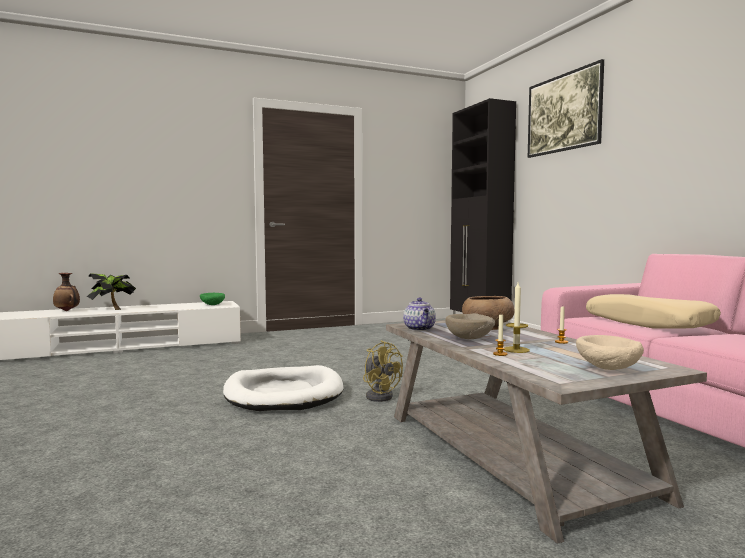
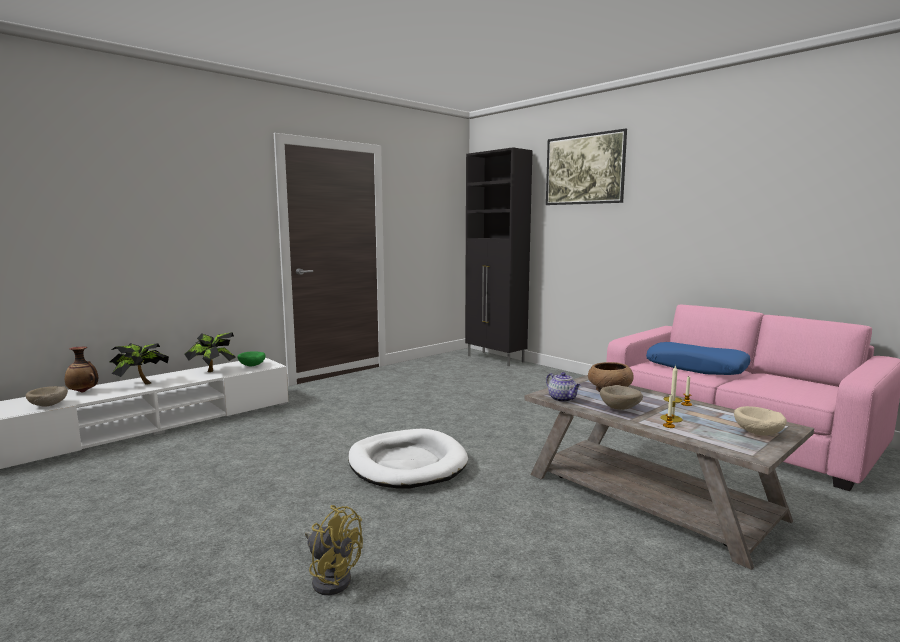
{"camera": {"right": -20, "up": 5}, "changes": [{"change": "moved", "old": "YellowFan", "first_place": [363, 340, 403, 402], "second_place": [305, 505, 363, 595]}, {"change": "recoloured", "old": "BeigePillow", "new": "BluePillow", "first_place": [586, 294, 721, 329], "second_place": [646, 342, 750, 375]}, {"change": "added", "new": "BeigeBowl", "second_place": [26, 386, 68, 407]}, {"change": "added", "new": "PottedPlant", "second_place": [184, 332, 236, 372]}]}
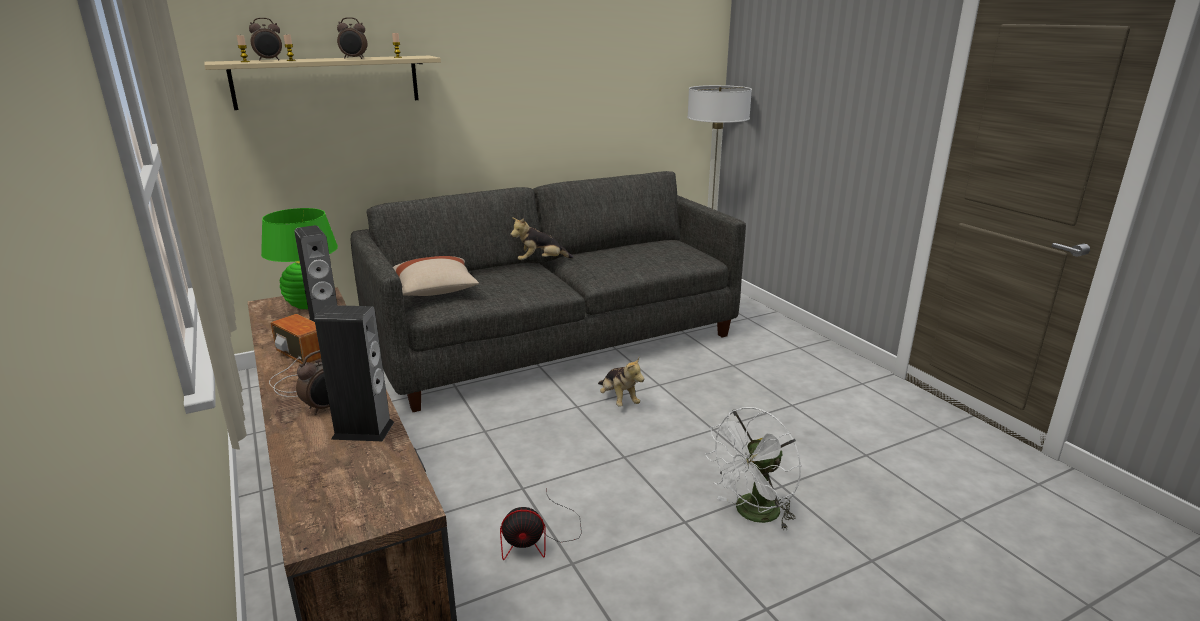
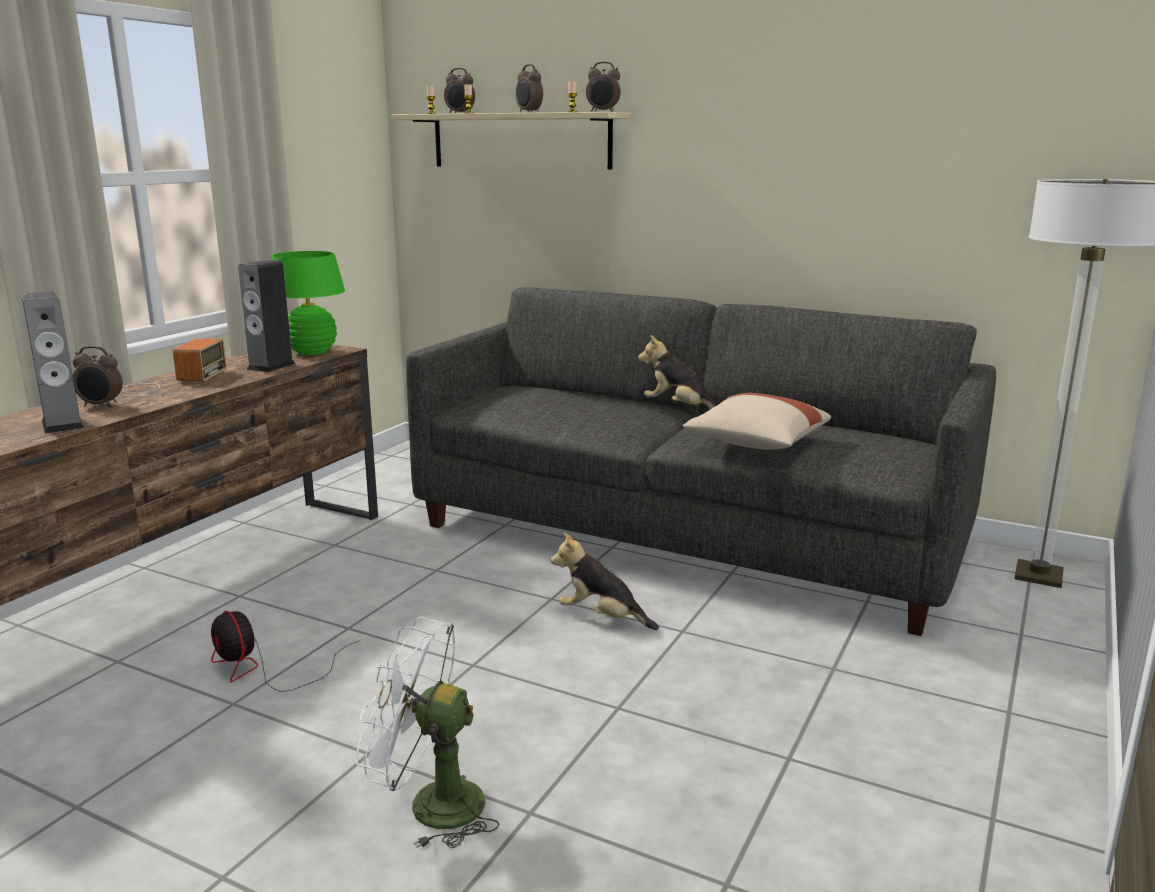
{"camera": {"right": 55, "up": -5}, "changes": [{"change": "moved", "old": "BeigePillow", "first_place": [393, 256, 479, 296], "second_place": [683, 393, 831, 450]}, {"change": "turned", "old": "PlushToy", "first_place": [598, 358, 644, 407], "second_place": [551, 532, 659, 630], "degrees": 90}, {"change": "added", "new": "AlarmClock", "second_place": [586, 62, 621, 112]}]}
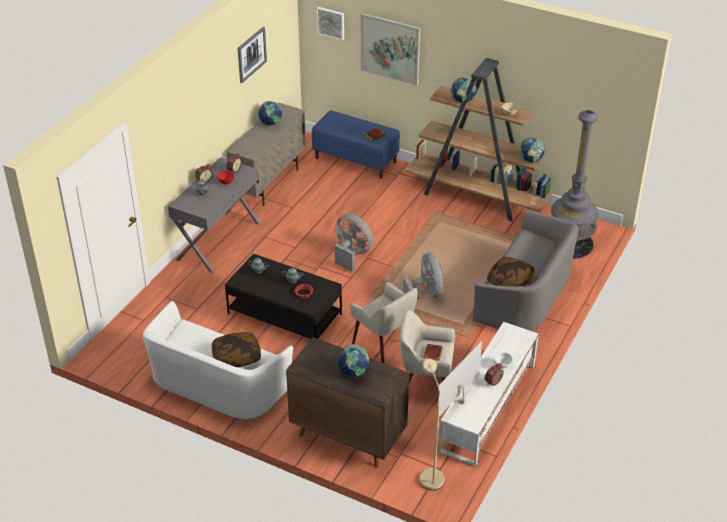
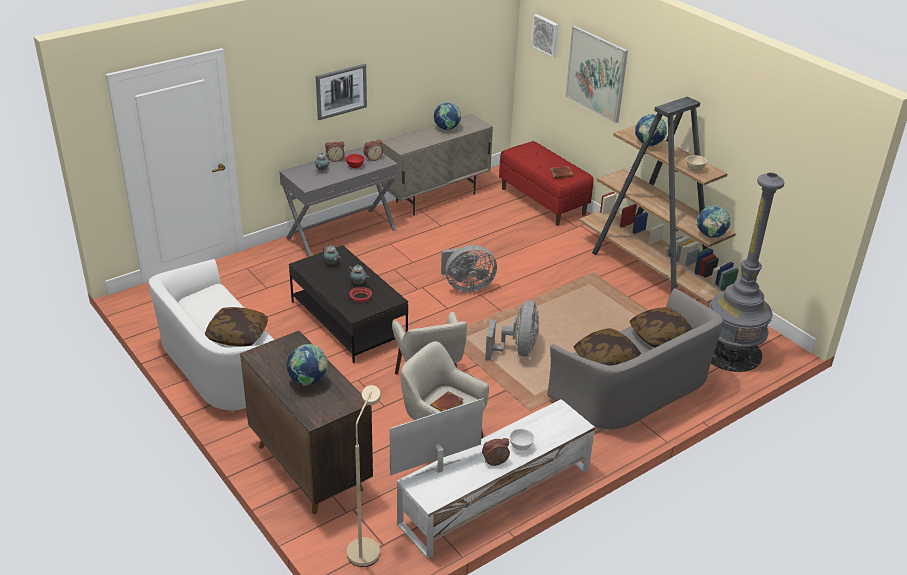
{"camera": {"right": 25, "up": -5}, "changes": [{"change": "moved", "old": "Picture", "first_place": [238, 27, 267, 83], "second_place": [316, 64, 367, 120]}, {"change": "recoloured", "old": "BlueBench", "new": "RedBench", "first_place": [312, 111, 400, 179], "second_place": [499, 141, 594, 226]}, {"change": "turned", "old": "GreyFan", "first_place": [335, 214, 373, 272], "second_place": [441, 245, 497, 292], "degrees": 105}, {"change": "added", "new": "Pillow", "second_place": [630, 307, 692, 348]}]}
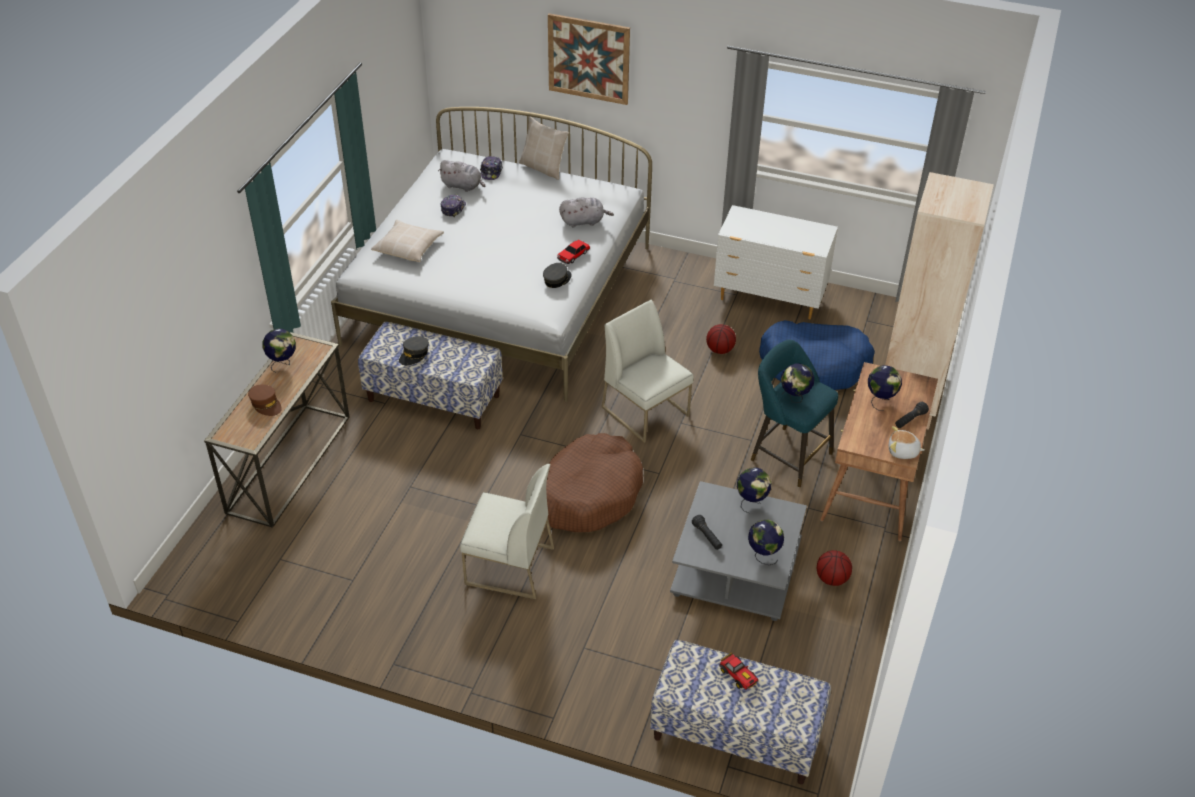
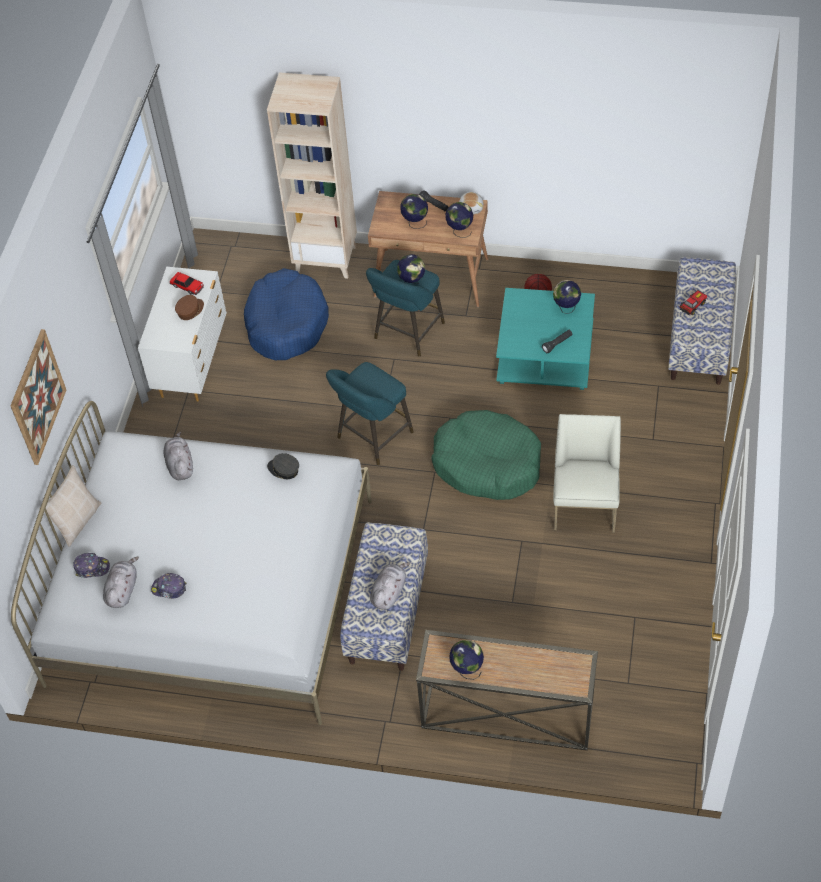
{"camera": {"right": -95, "up": 10}, "changes": [{"change": "moved", "old": "BrownCap", "first_place": [248, 384, 282, 416], "second_place": [175, 295, 204, 320]}, {"change": "removed", "old": "BeigePillow", "first_place": [371, 220, 444, 262]}, {"change": "replaced", "old": "GreyCap", "new": "GreyPlushToy", "first_place": [399, 336, 429, 365], "second_place": [370, 562, 410, 610]}, {"change": "recoloured", "old": "BrownDogBed", "new": "GreenDogBed", "first_place": [546, 433, 643, 532], "second_place": [431, 410, 541, 500]}, {"change": "moved", "old": "ToyCar", "first_place": [557, 240, 590, 264], "second_place": [170, 272, 204, 295]}, {"change": "replaced", "old": "WhiteChair", "new": "TurquoiseStool", "first_place": [602, 300, 694, 443], "second_place": [326, 362, 414, 465]}, {"change": "recoloured", "old": "GreyCoffeeTable", "new": "TurquoiseCoffeeTable", "first_place": [670, 481, 807, 621], "second_place": [496, 288, 595, 390]}, {"change": "removed", "old": "Basketball", "first_place": [706, 324, 736, 354]}, {"change": "moved", "old": "Globe", "first_place": [737, 467, 771, 513], "second_place": [445, 202, 473, 237]}]}
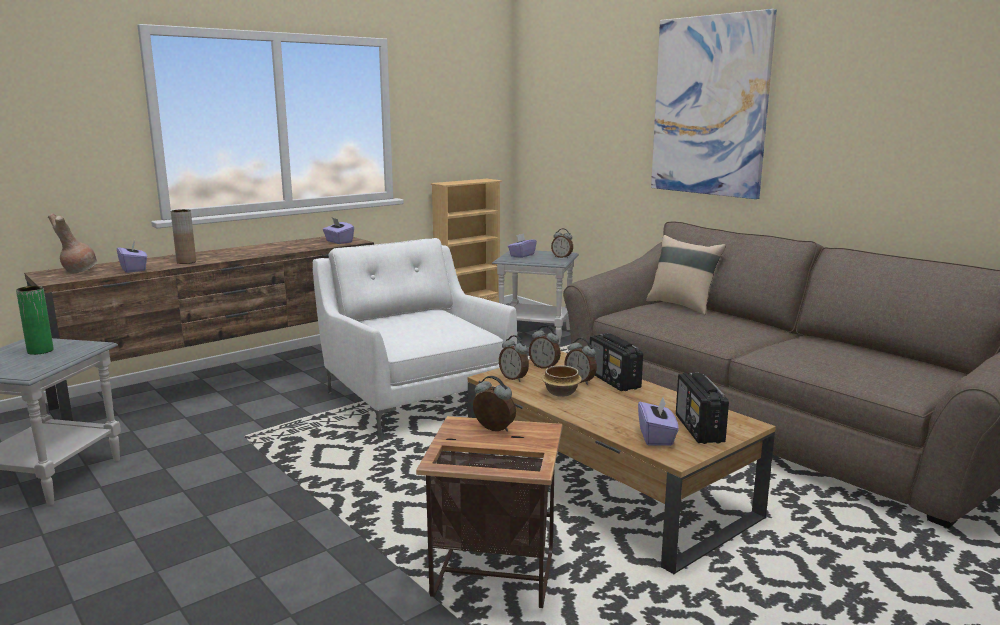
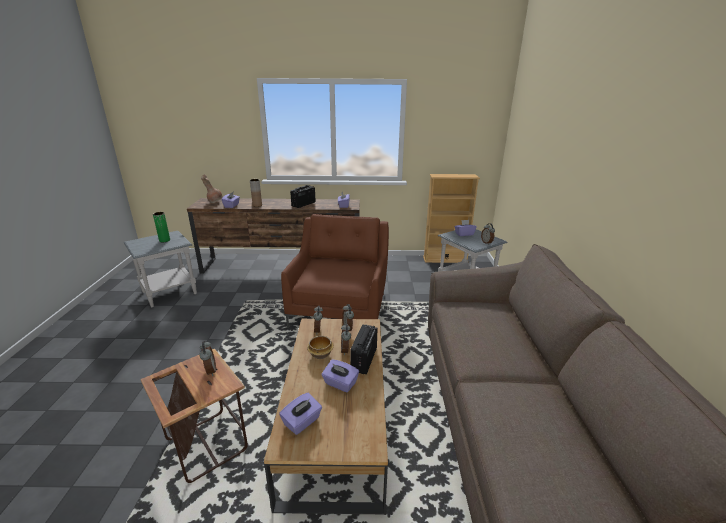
{"camera": {"right": 40, "up": 10}, "changes": [{"change": "recoloured", "old": "WhiteArmchair", "new": "BrownArmchair", "first_place": [313, 238, 517, 439], "second_place": [281, 214, 389, 328]}, {"change": "removed", "old": "BeigePillow", "first_place": [646, 235, 726, 315]}, {"change": "removed", "old": "Picture", "first_place": [651, 9, 777, 199]}, {"change": "moved", "old": "Radio", "first_place": [676, 372, 729, 444], "second_place": [290, 185, 316, 208]}, {"change": "added", "new": "PurpleTissueBox", "second_place": [322, 360, 359, 392]}]}
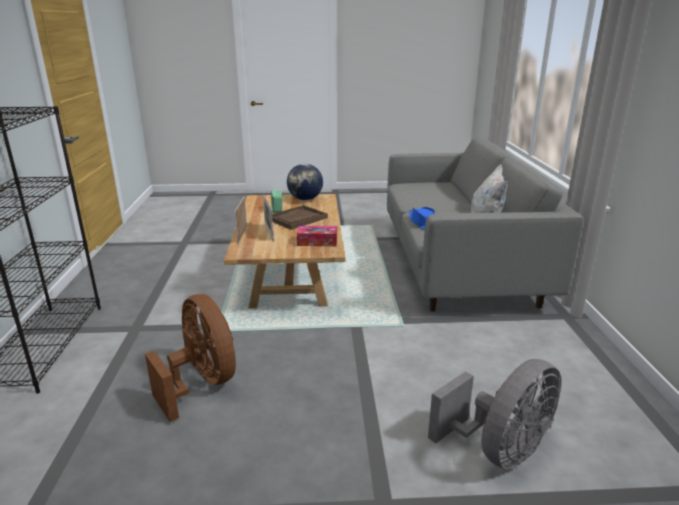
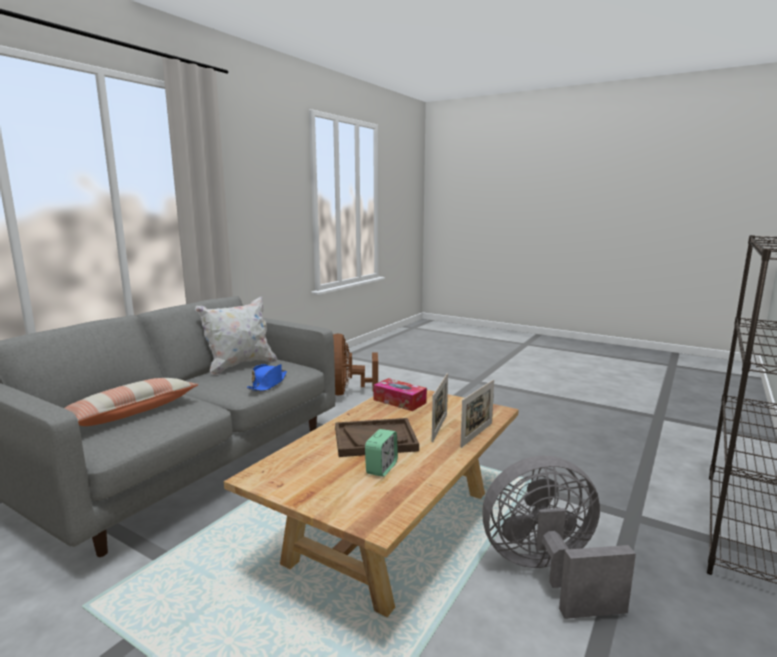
{"camera": {"right": -145, "up": -10}, "changes": [{"change": "moved", "old": "BrownFan", "first_place": [145, 294, 236, 422], "second_place": [333, 334, 378, 395]}, {"change": "removed", "old": "Globe", "first_place": [287, 164, 323, 200]}, {"change": "moved", "old": "GreyFan", "first_place": [428, 359, 561, 469], "second_place": [482, 456, 636, 619]}, {"change": "added", "new": "Pillow", "second_place": [64, 378, 198, 426]}]}
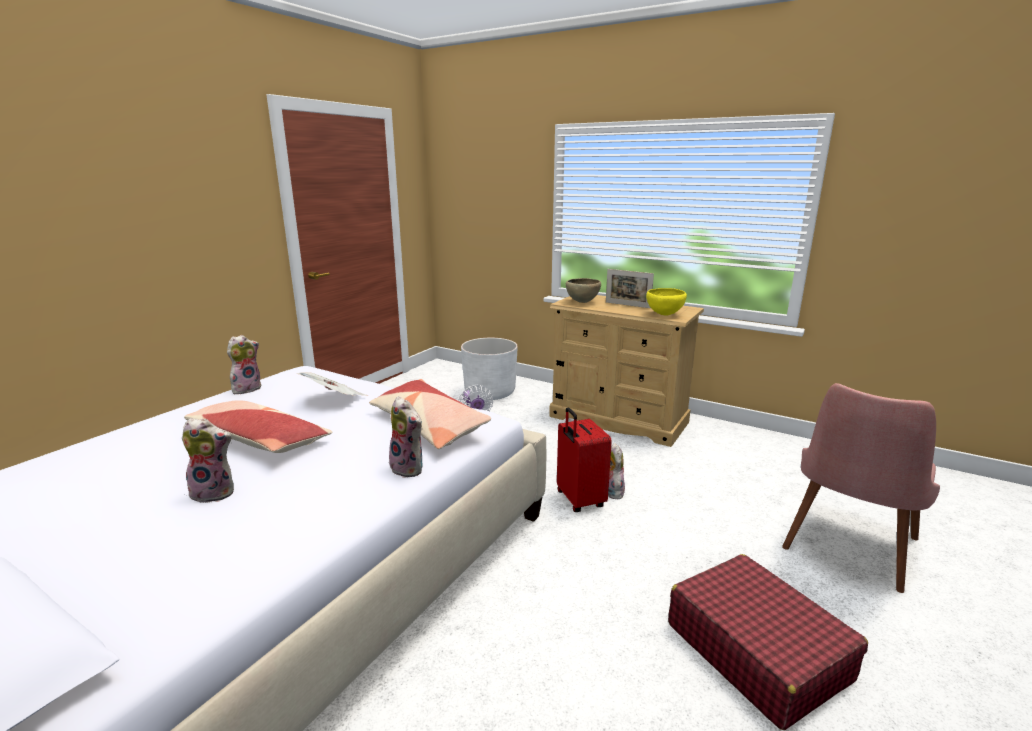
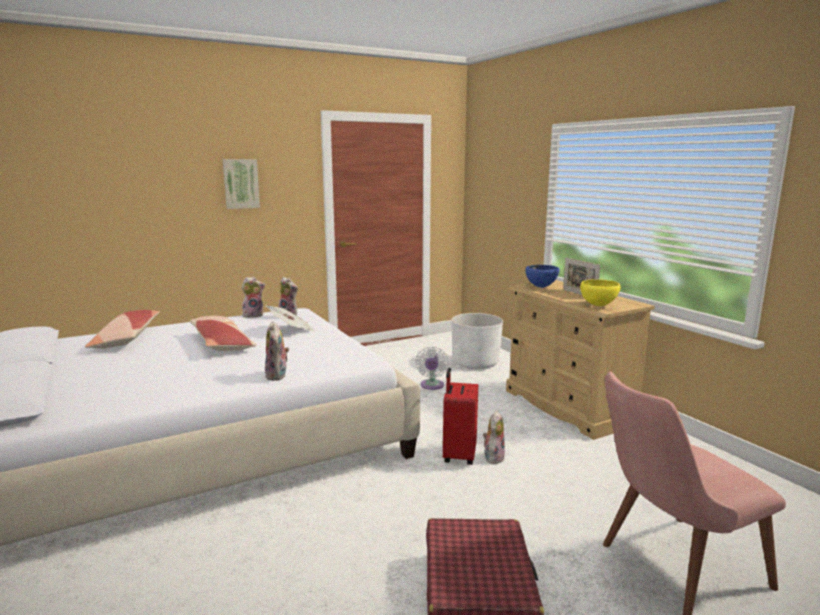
{"camera": {"right": 30, "up": -5}, "changes": [{"change": "moved", "old": "PlushToy", "first_place": [182, 418, 234, 503], "second_place": [279, 277, 298, 316]}, {"change": "moved", "old": "Pillow", "first_place": [369, 379, 491, 449], "second_place": [85, 310, 160, 349]}, {"change": "recoloured", "old": "BrownBowl", "new": "BlueBowl", "first_place": [566, 278, 601, 303], "second_place": [525, 265, 560, 288]}, {"change": "added", "new": "Picture", "second_place": [223, 159, 260, 209]}]}
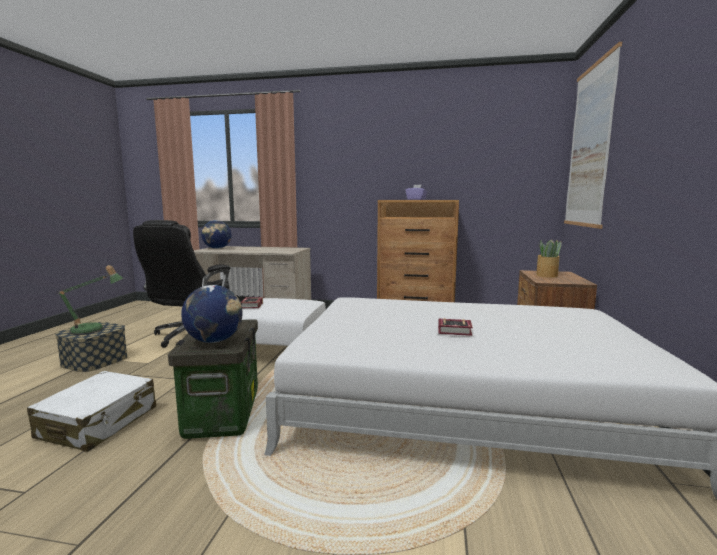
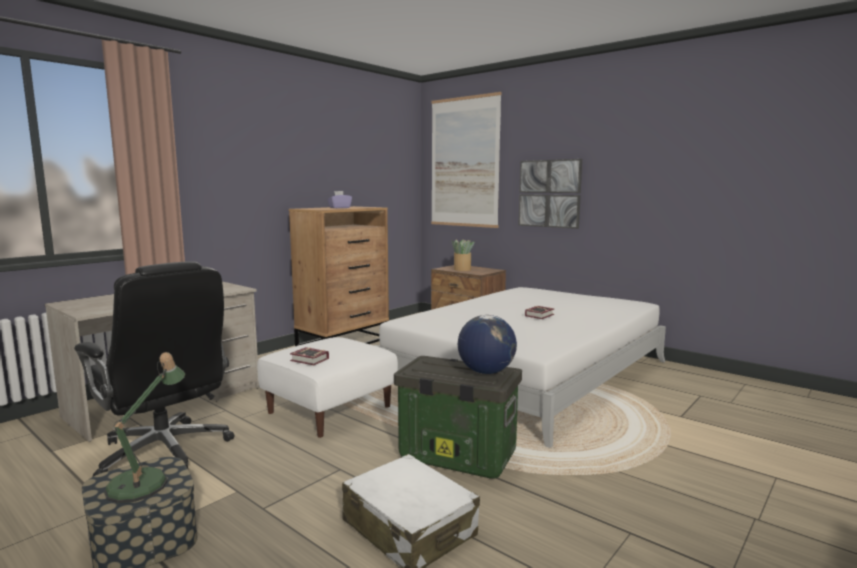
{"camera": {"right": -60, "up": 0}, "changes": [{"change": "removed", "old": "Globe", "first_place": [201, 220, 231, 249]}, {"change": "added", "new": "Picture", "second_place": [519, 159, 582, 229]}]}
